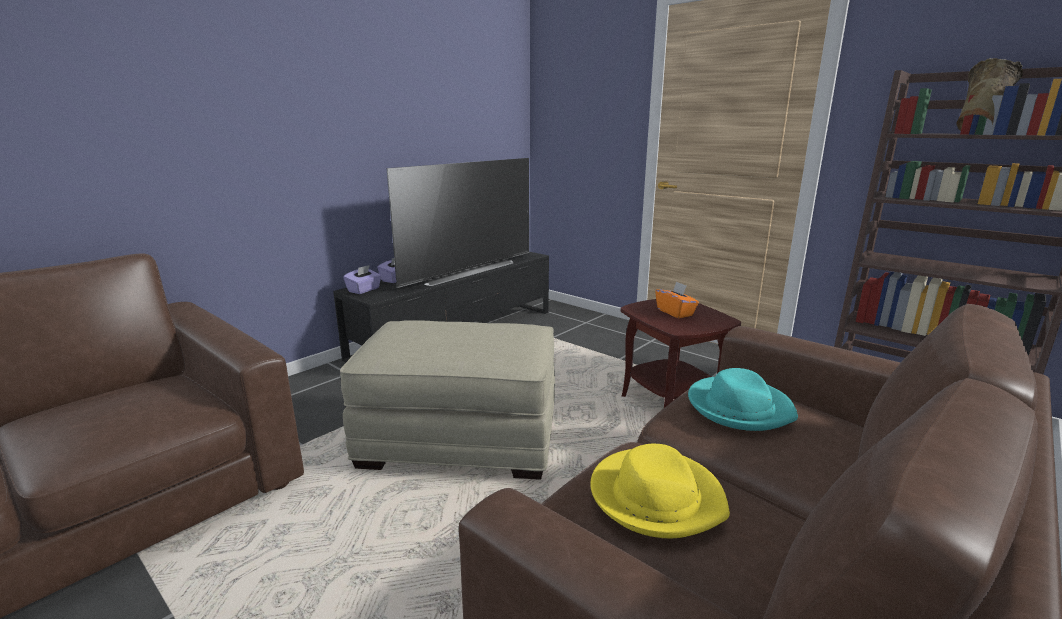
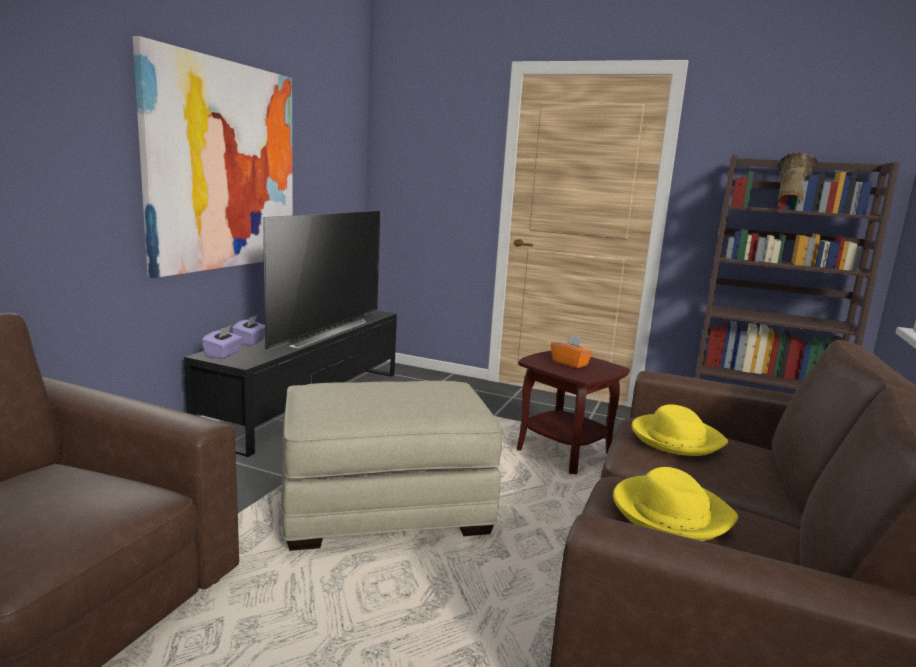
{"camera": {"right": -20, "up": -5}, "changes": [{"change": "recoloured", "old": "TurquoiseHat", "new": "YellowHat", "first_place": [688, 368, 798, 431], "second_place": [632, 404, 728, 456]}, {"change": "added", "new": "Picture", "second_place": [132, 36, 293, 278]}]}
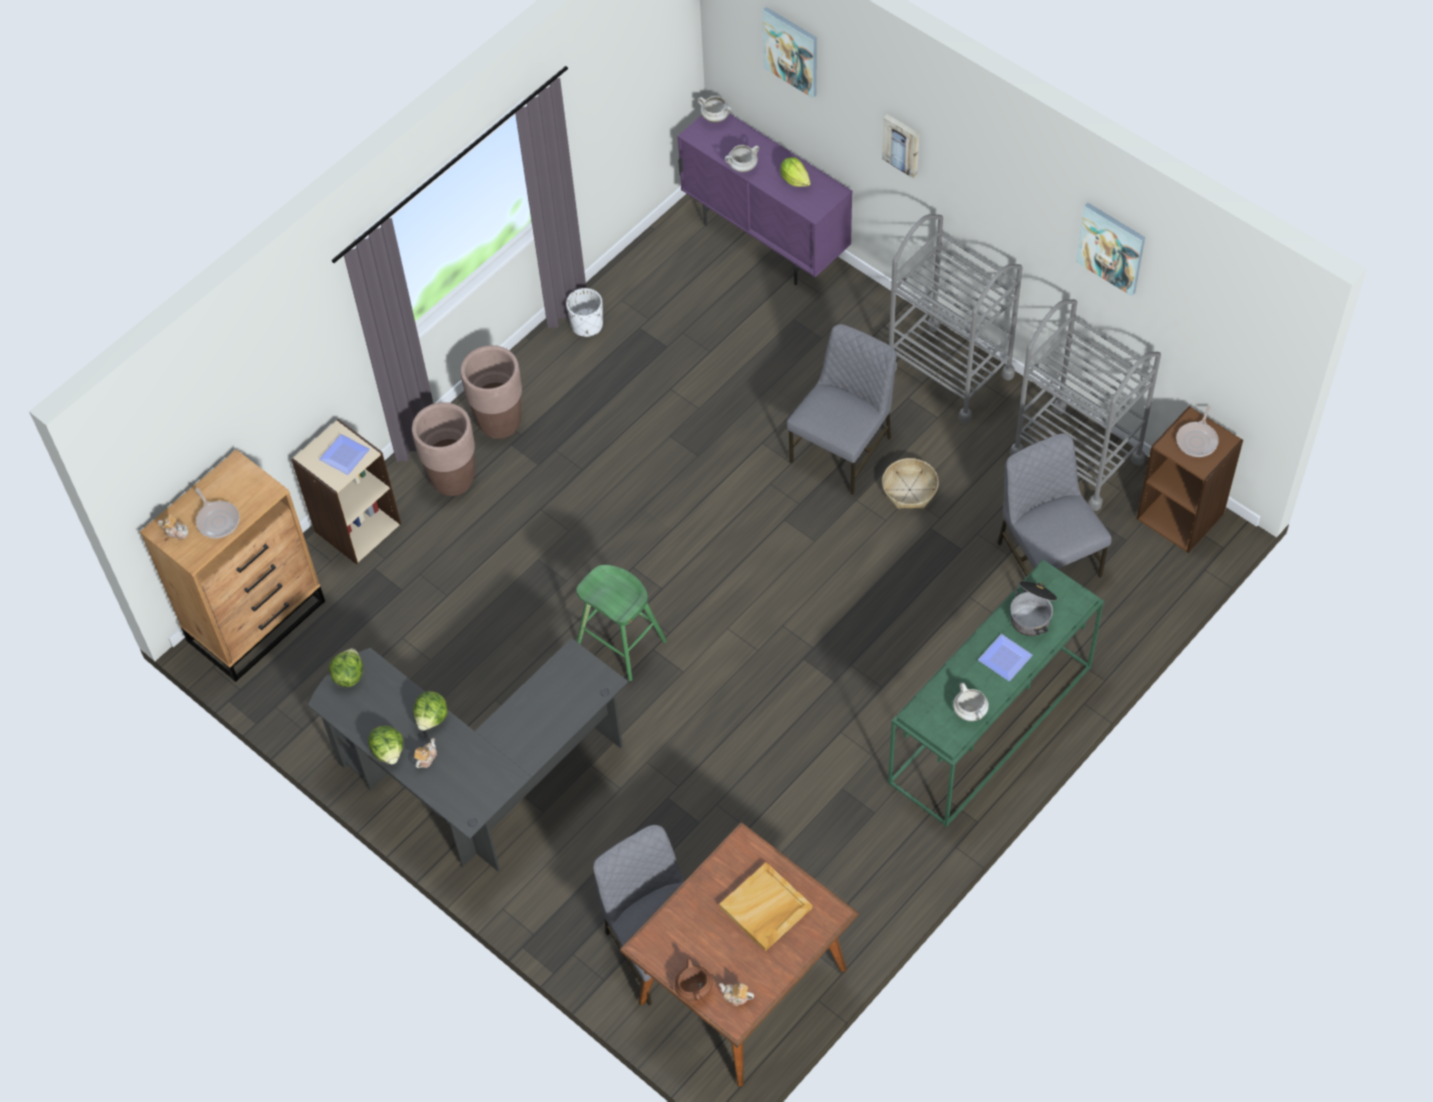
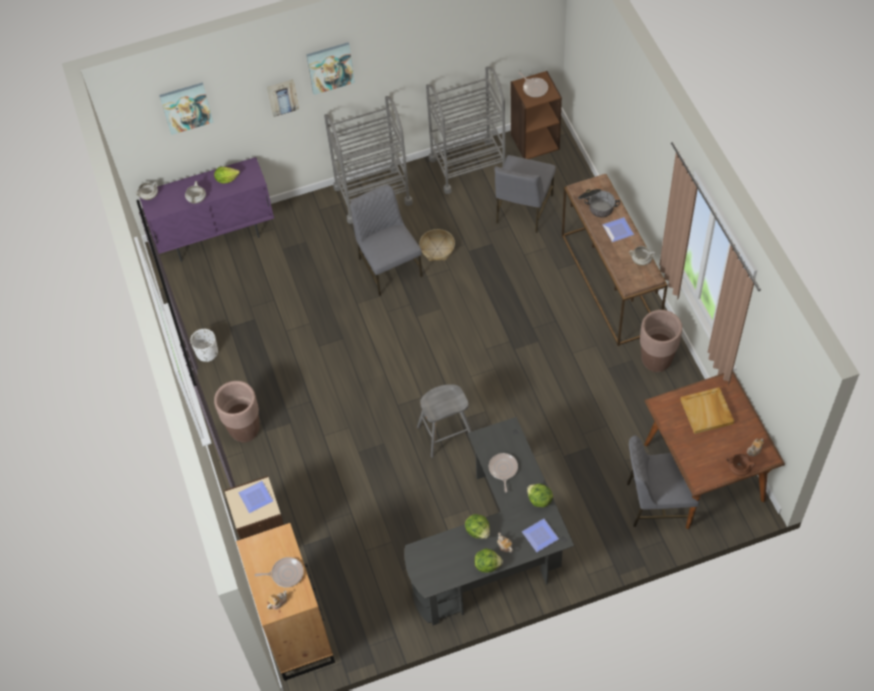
{"camera": {"right": -60, "up": 0}, "changes": [{"change": "moved", "old": "Lettuce", "first_place": [329, 649, 363, 687], "second_place": [527, 484, 553, 507]}, {"change": "moved", "old": "BrownPlanter", "first_place": [412, 402, 475, 496], "second_place": [640, 310, 682, 372]}, {"change": "recoloured", "old": "GreenStool", "new": "GreyStool", "first_place": [576, 565, 667, 681], "second_place": [417, 384, 472, 458]}, {"change": "recoloured", "old": "GreenConsoleTable", "new": "BrownConsoleTable", "first_place": [888, 560, 1104, 827], "second_place": [562, 174, 668, 346]}, {"change": "turned", "old": "GreyChair", "first_place": [997, 434, 1112, 578], "second_place": [494, 155, 556, 233], "degrees": -75}, {"change": "moved", "old": "Picture", "first_place": [1076, 203, 1145, 296], "second_place": [306, 42, 355, 95]}, {"change": "added", "new": "FryingPan", "second_place": [489, 453, 518, 492]}, {"change": "added", "new": "Plate", "second_place": [522, 519, 559, 552]}]}
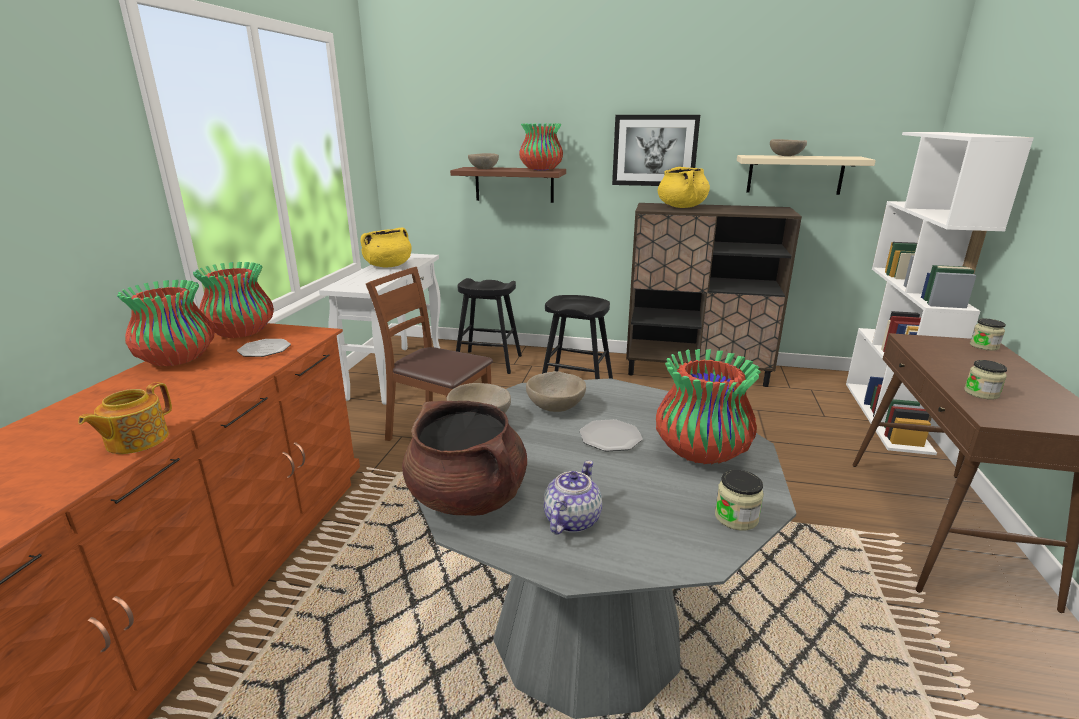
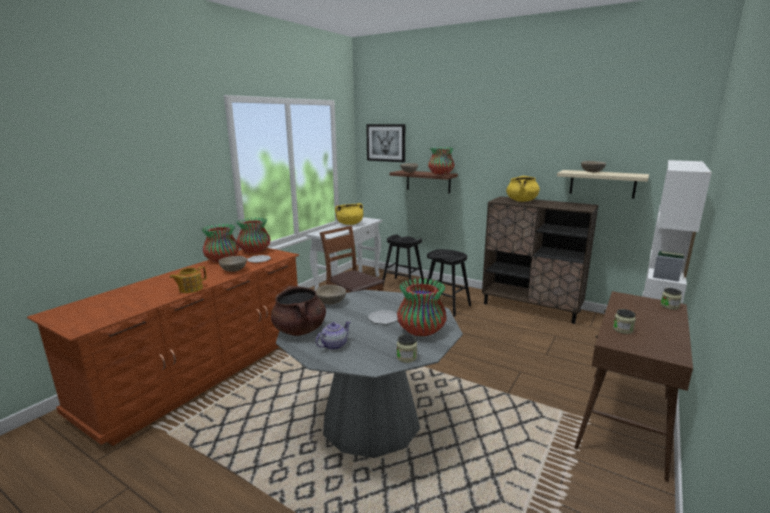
{"camera": {"right": 20, "up": -5}, "changes": [{"change": "moved", "old": "BeigeBowl", "first_place": [526, 371, 586, 412], "second_place": [219, 256, 247, 272]}, {"change": "moved", "old": "Picture", "first_place": [612, 115, 700, 186], "second_place": [366, 124, 405, 162]}]}
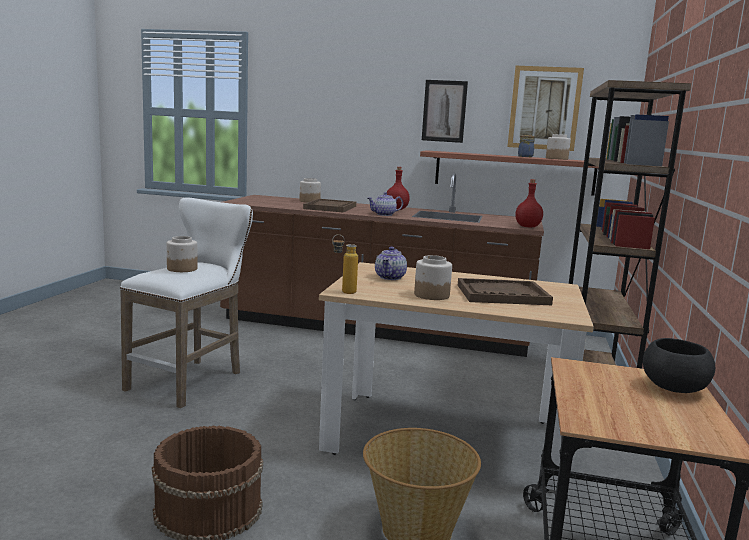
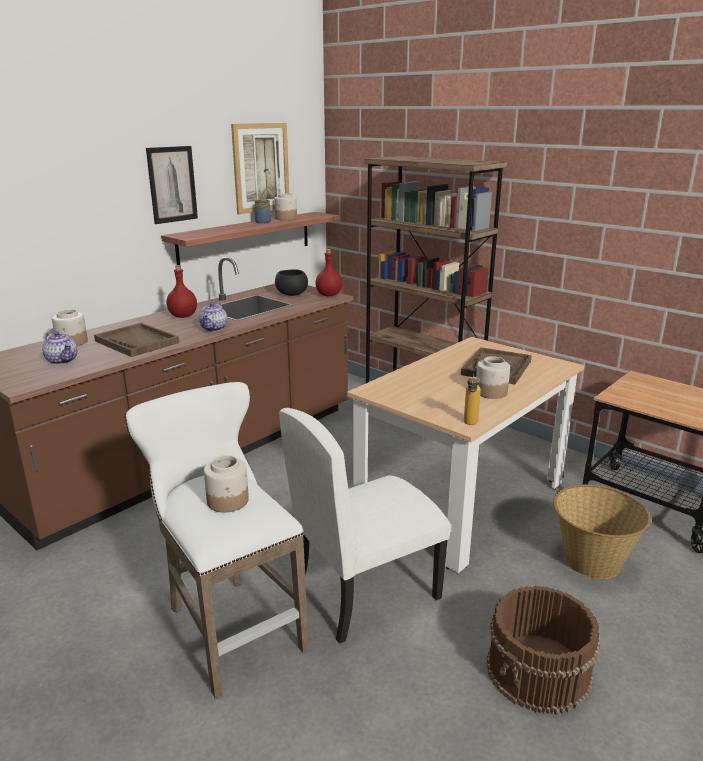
{"camera": {"right": -60, "up": 10}, "changes": [{"change": "moved", "old": "Teapot", "first_place": [375, 247, 407, 280], "second_place": [42, 331, 77, 365]}, {"change": "moved", "old": "BlackBowl", "first_place": [643, 338, 715, 393], "second_place": [275, 269, 308, 296]}, {"change": "added", "new": "WhiteChair", "second_place": [279, 408, 451, 644]}]}
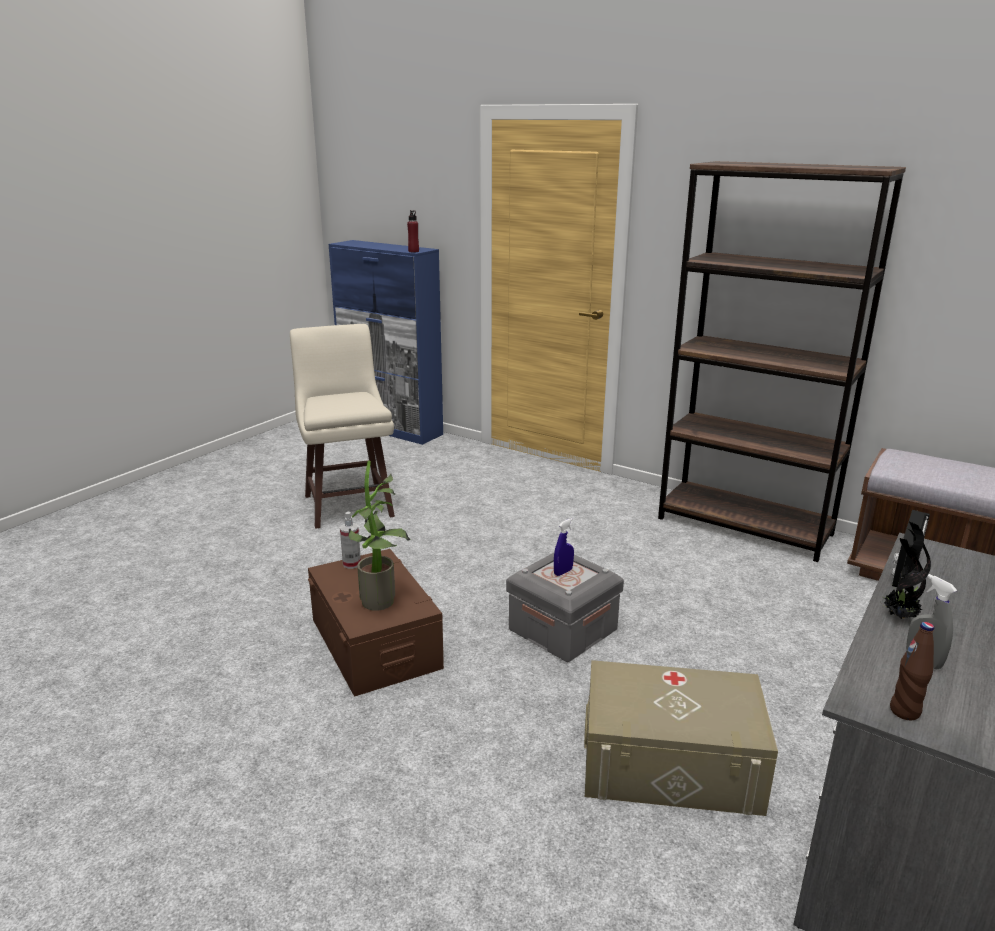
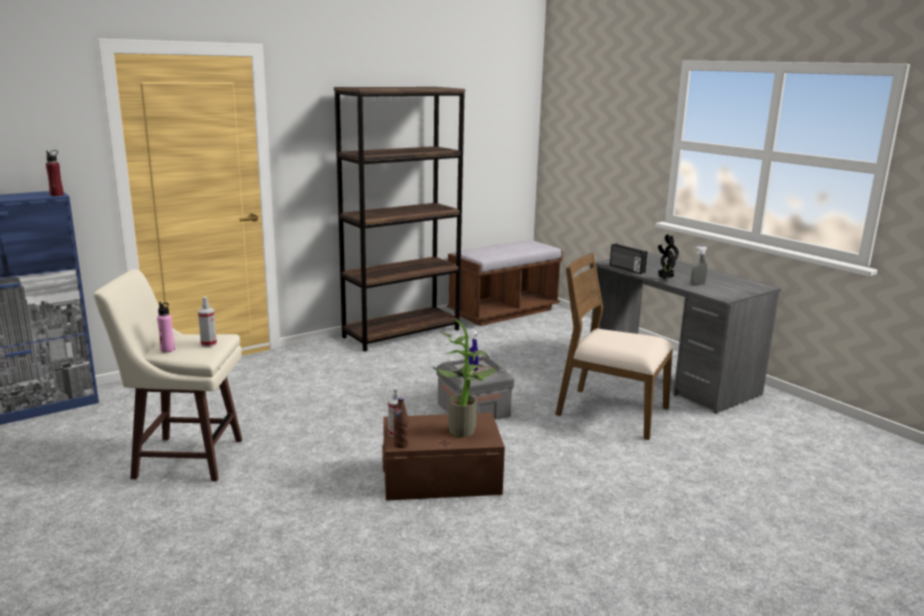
{"camera": {"right": -70, "up": -5}, "changes": [{"change": "replaced", "old": "BeigeStorageBox", "new": "BrownChair", "first_place": [584, 660, 778, 816], "second_place": [555, 253, 673, 440]}, {"change": "moved", "old": "BrownBottle", "first_place": [890, 622, 934, 720], "second_place": [394, 397, 408, 448]}, {"change": "added", "new": "PinkBottle", "second_place": [157, 302, 175, 353]}, {"change": "added", "new": "SprayBottle", "second_place": [198, 297, 217, 347]}]}
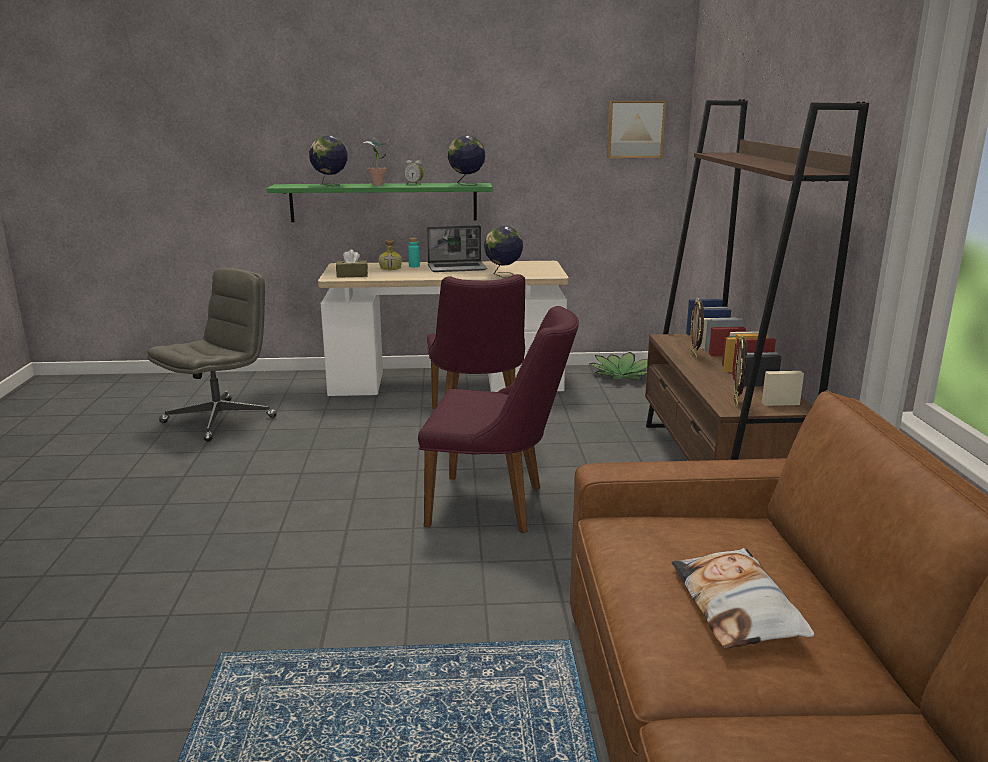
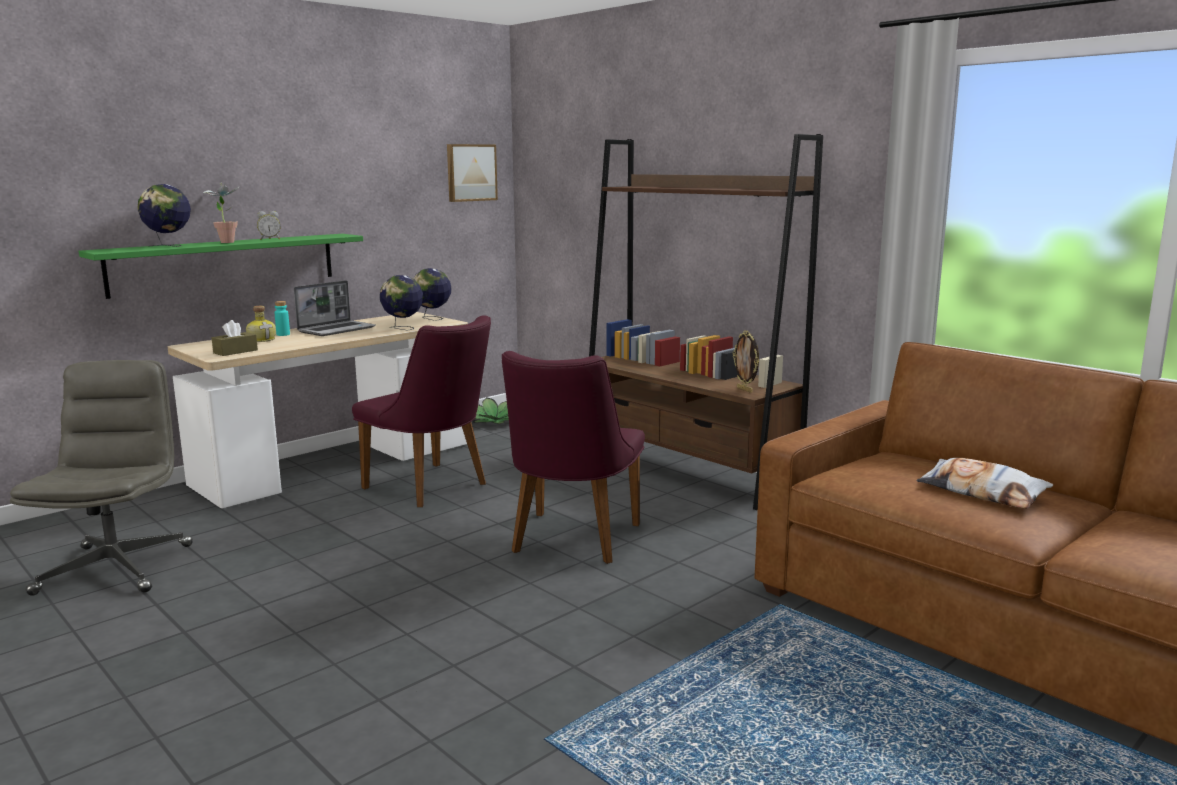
{"camera": {"right": -40, "up": -5}, "changes": [{"change": "turned", "old": "PurpleChair", "first_place": [418, 306, 579, 533], "second_place": [502, 351, 645, 564], "degrees": 135}, {"change": "moved", "old": "Globe", "first_place": [448, 135, 485, 186], "second_place": [413, 268, 451, 321]}, {"change": "removed", "old": "PictureFrame", "first_place": [691, 298, 704, 360]}]}
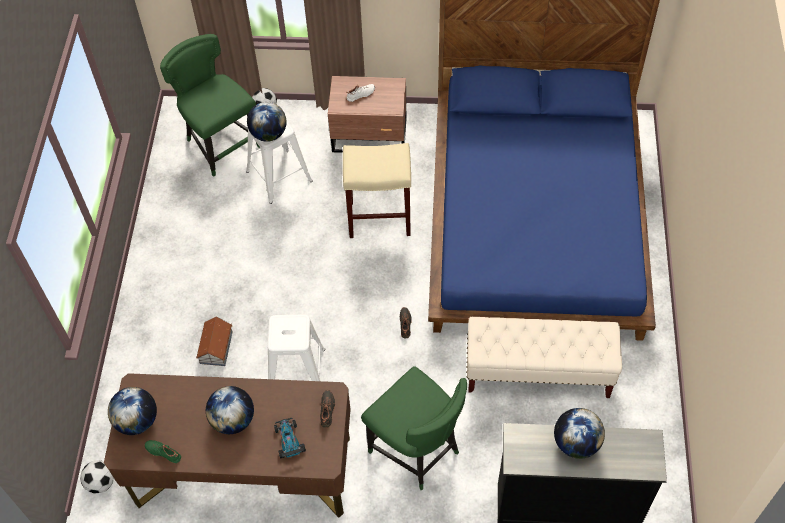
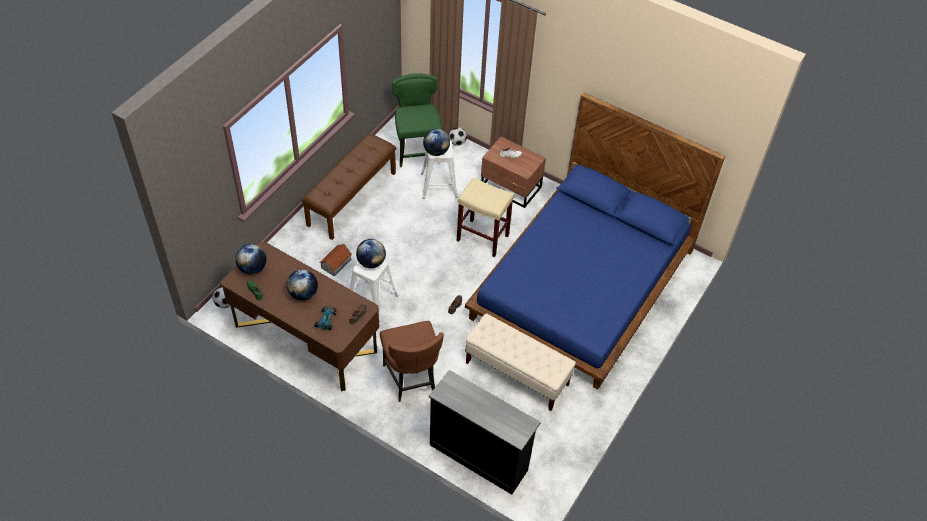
{"camera": {"right": 25, "up": -5}, "changes": [{"change": "recoloured", "old": "GreenChair", "new": "BrownChair", "first_place": [361, 366, 467, 490], "second_place": [380, 321, 444, 402]}, {"change": "moved", "old": "Globe", "first_place": [554, 408, 605, 459], "second_place": [356, 239, 386, 268]}, {"change": "added", "new": "BrownBench", "second_place": [302, 134, 396, 240]}]}
